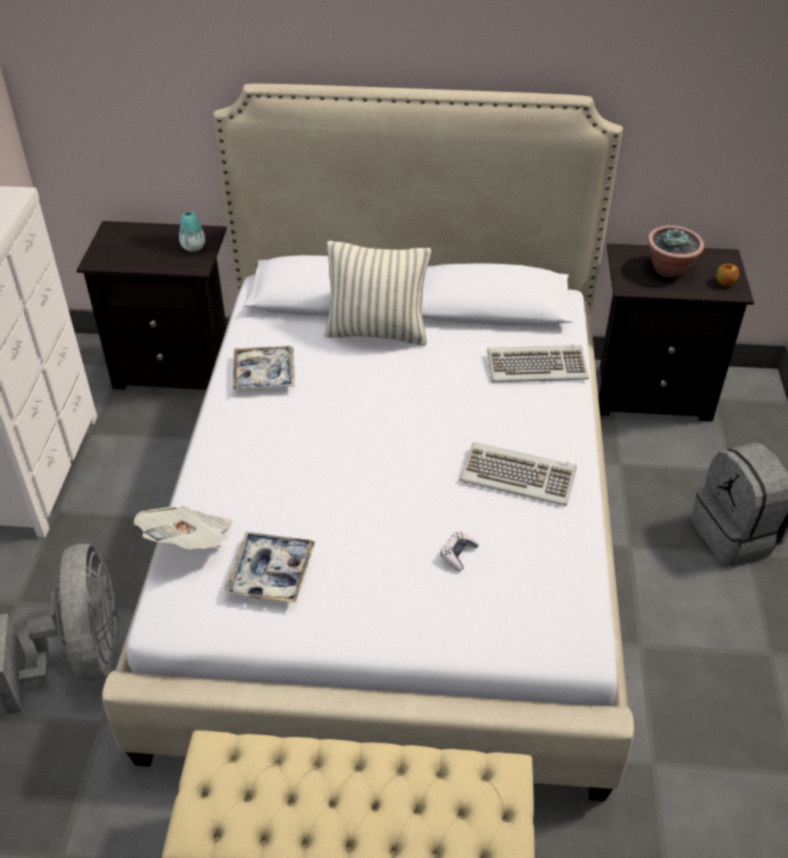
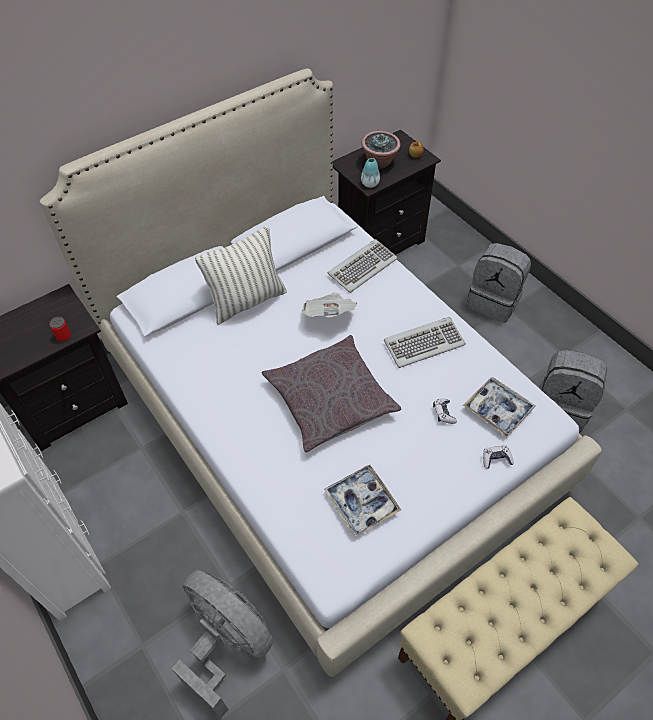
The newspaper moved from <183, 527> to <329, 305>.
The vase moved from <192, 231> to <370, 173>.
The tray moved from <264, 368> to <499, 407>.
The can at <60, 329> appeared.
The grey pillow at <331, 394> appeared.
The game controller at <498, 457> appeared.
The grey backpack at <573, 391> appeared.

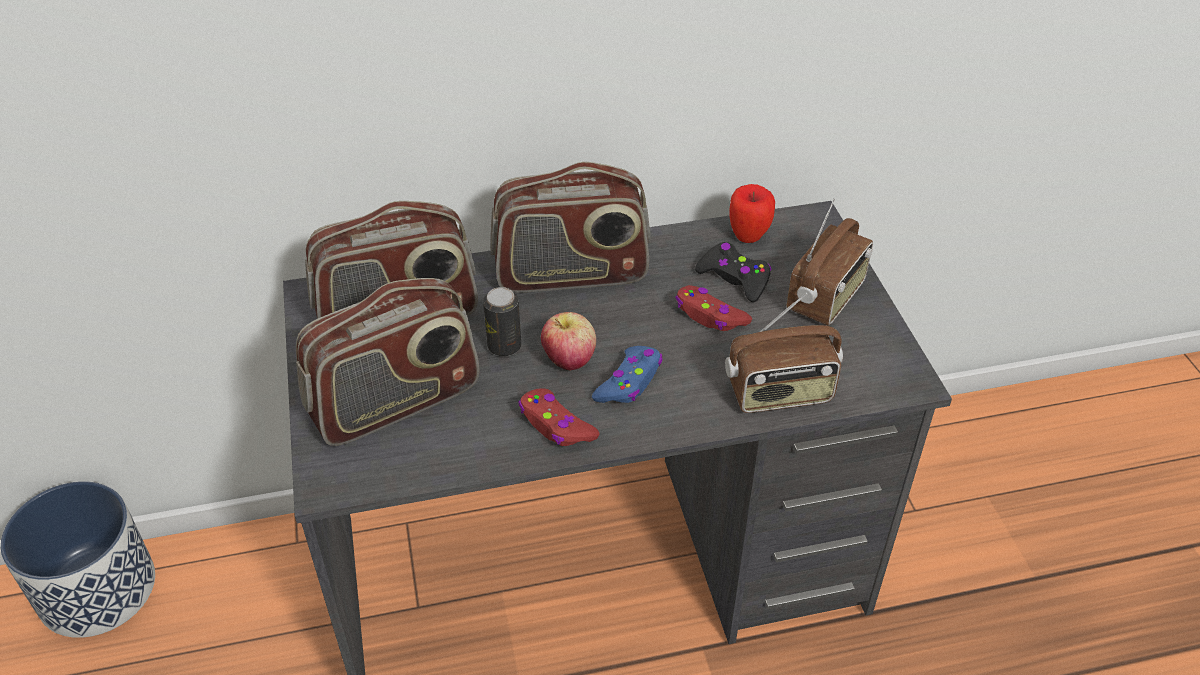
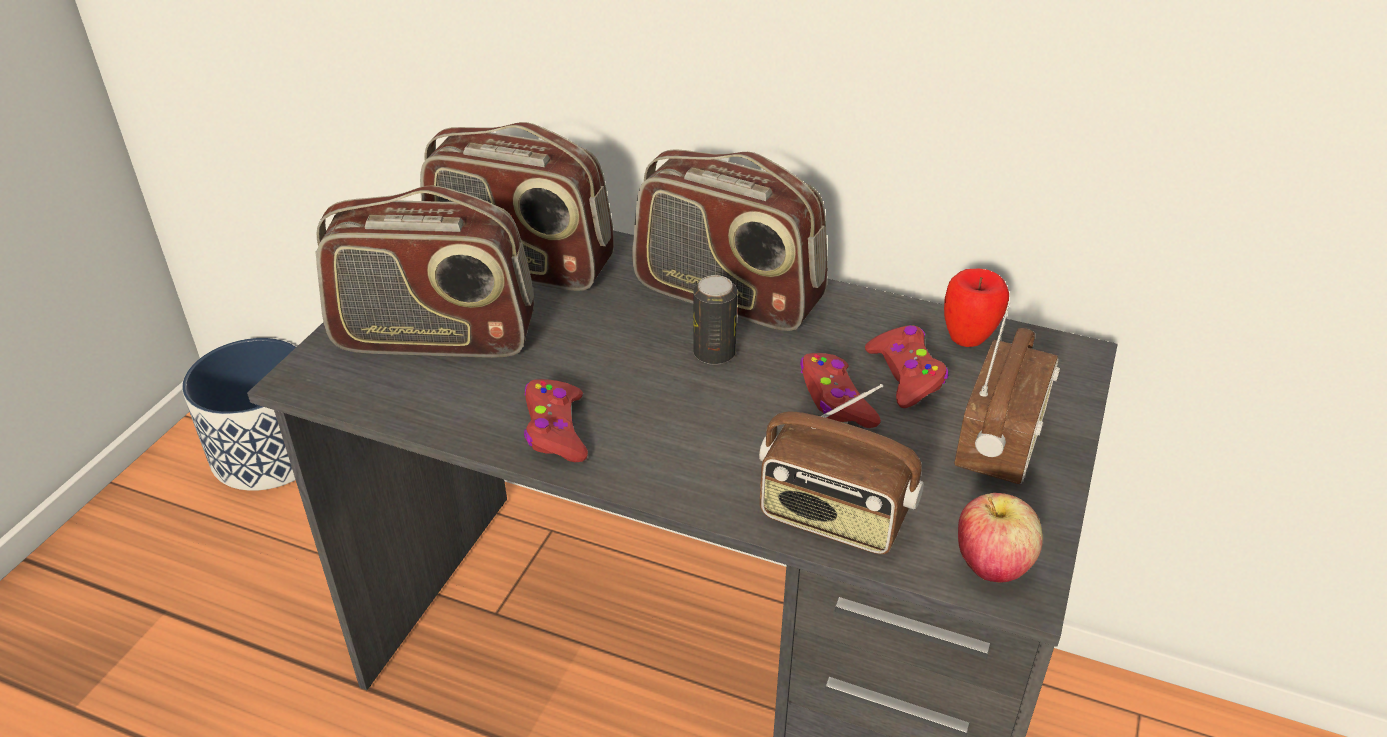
The can moved from <502, 321> to <715, 320>.
The apple moved from <568, 341> to <1000, 538>.
The blue game controller at <627, 374> disappeared.
The black game controller at <733, 272> became the red game controller at <906, 366>.
The radio at <830, 262> turned 45 degrees counterclockwise.

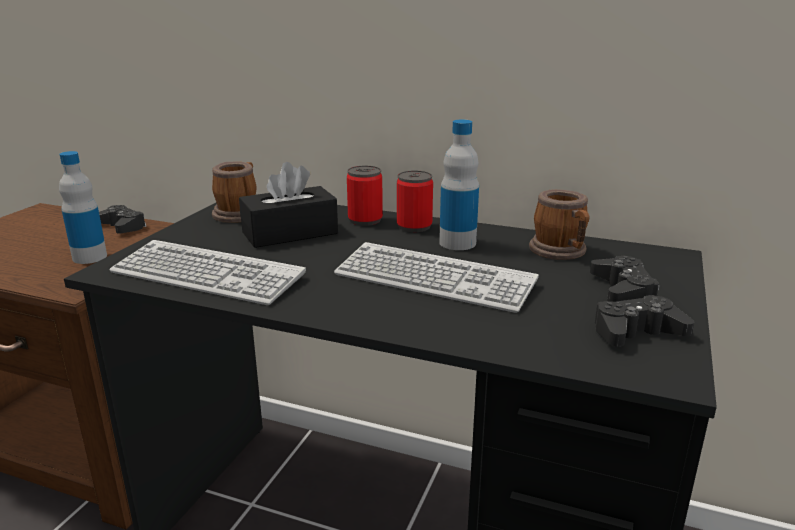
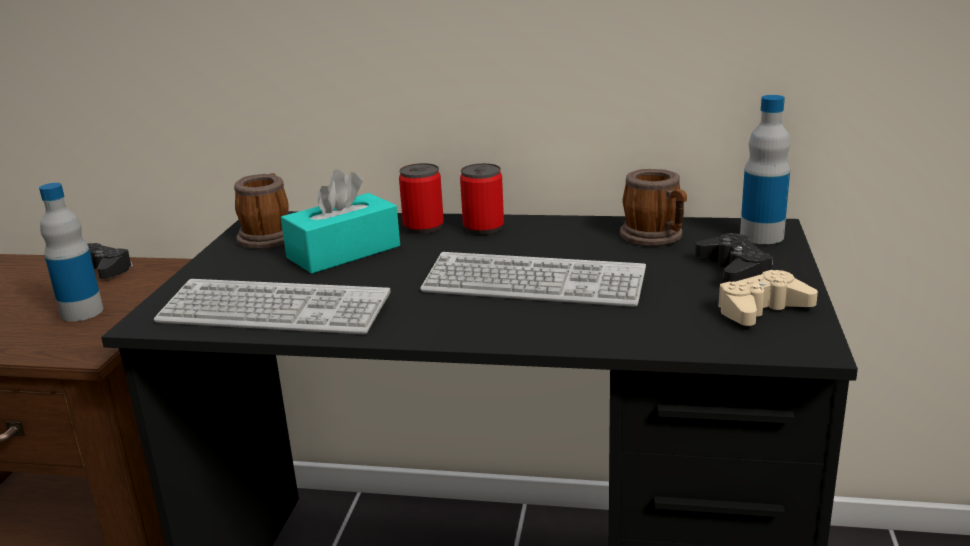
The black tissue box at <288, 205> became the turquoise tissue box at <340, 221>.
The bottle moved from <459, 184> to <765, 169>.
The black game controller at <644, 321> became the beige game controller at <768, 298>.

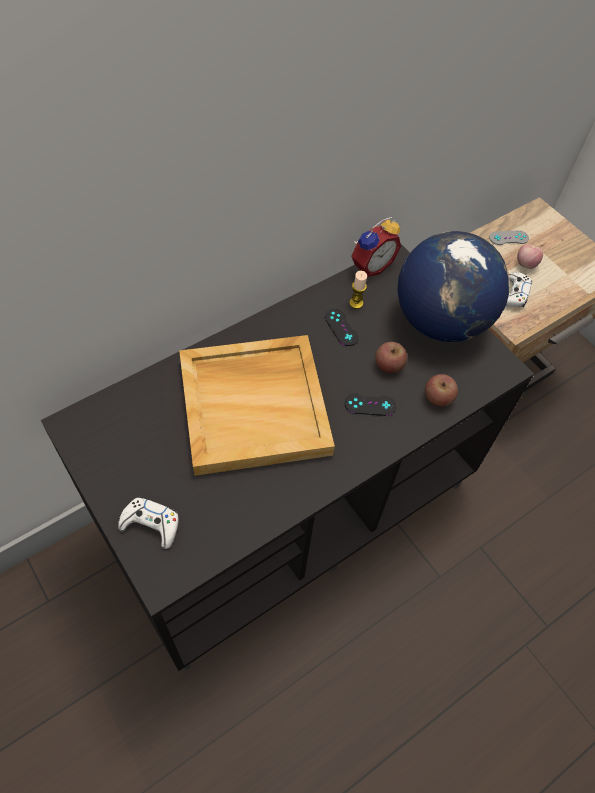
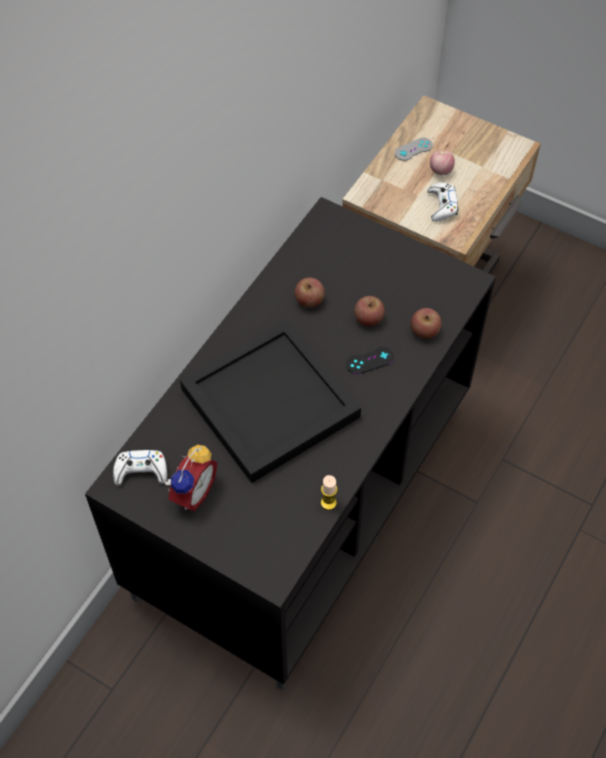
The white game controller moved from <148, 523> to <140, 468>.
The beige tray at <257, 405> became the black tray at <270, 401>.
The black game controller at <342, 327> was replaced by the apple at <310, 293>.
The candle moved from <358, 290> to <329, 492>.
The alarm clock moved from <376, 247> to <191, 478>.
The globe at <453, 286> disappeared.

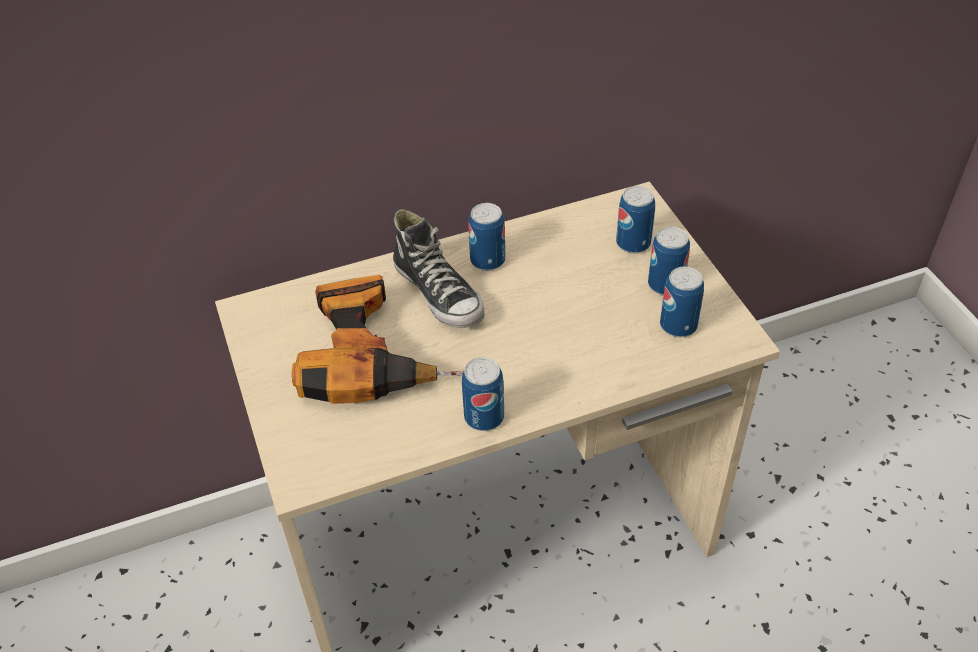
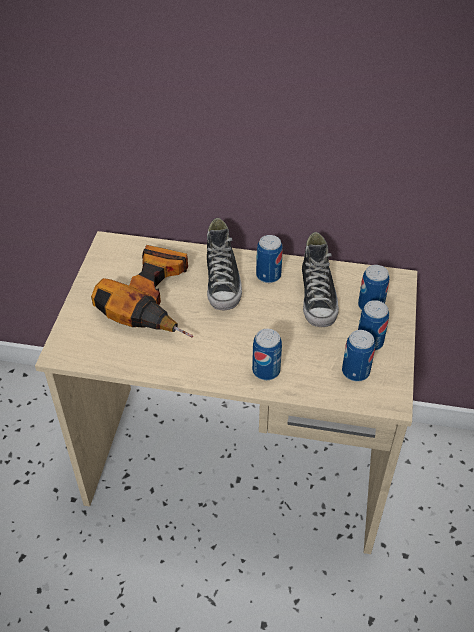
The can moved from <483, 394> to <267, 354>.
The shoe at <320, 279> appeared.

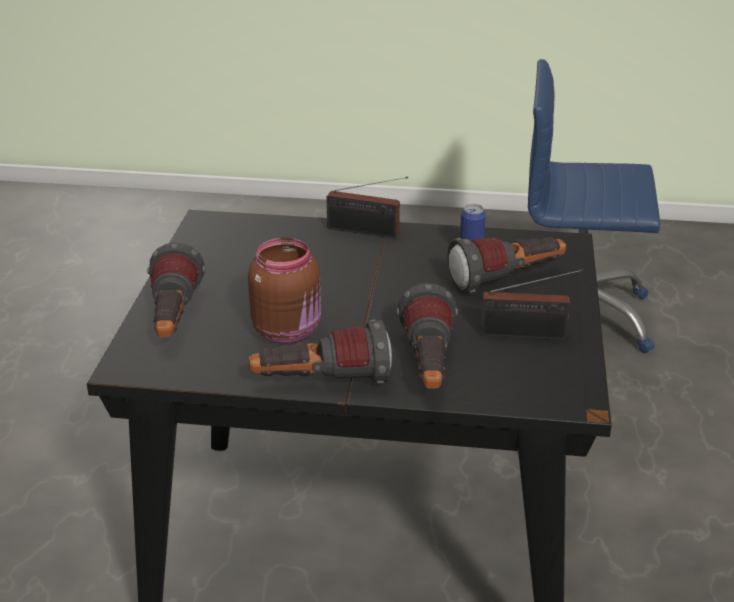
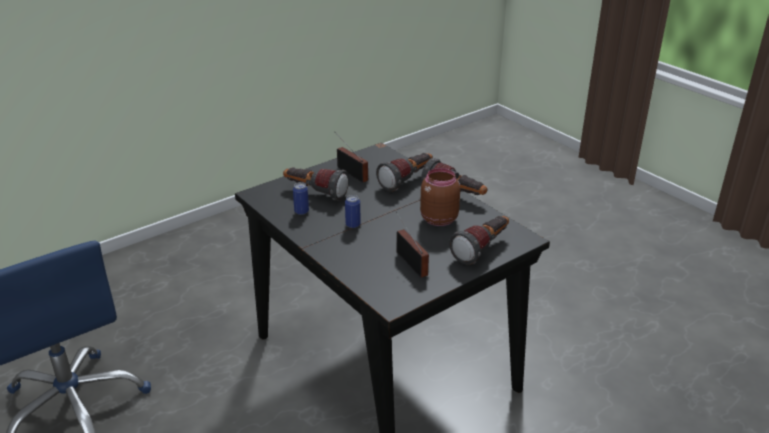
The radio moved from <367, 208> to <412, 244>.
The can at <353, 211> appeared.

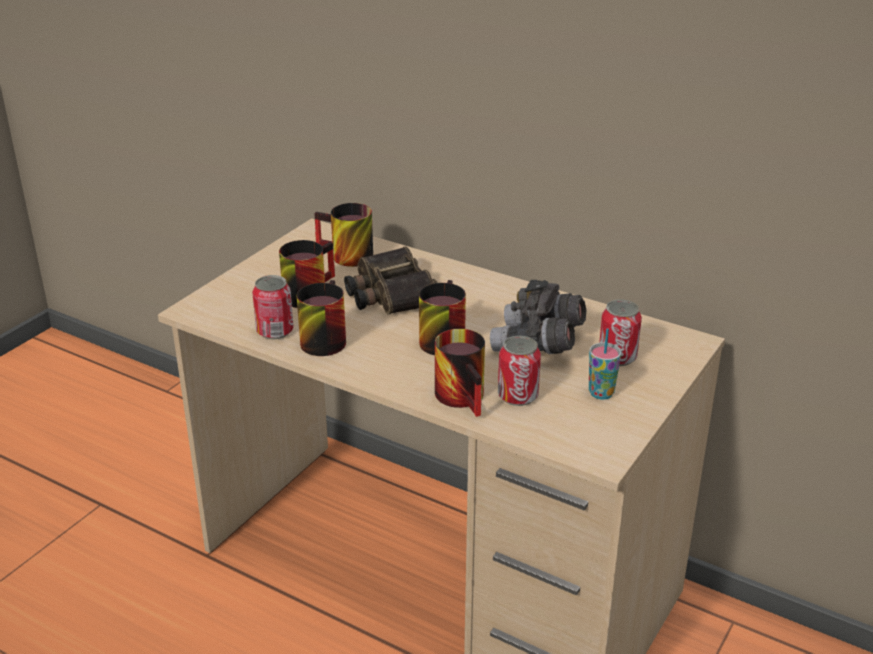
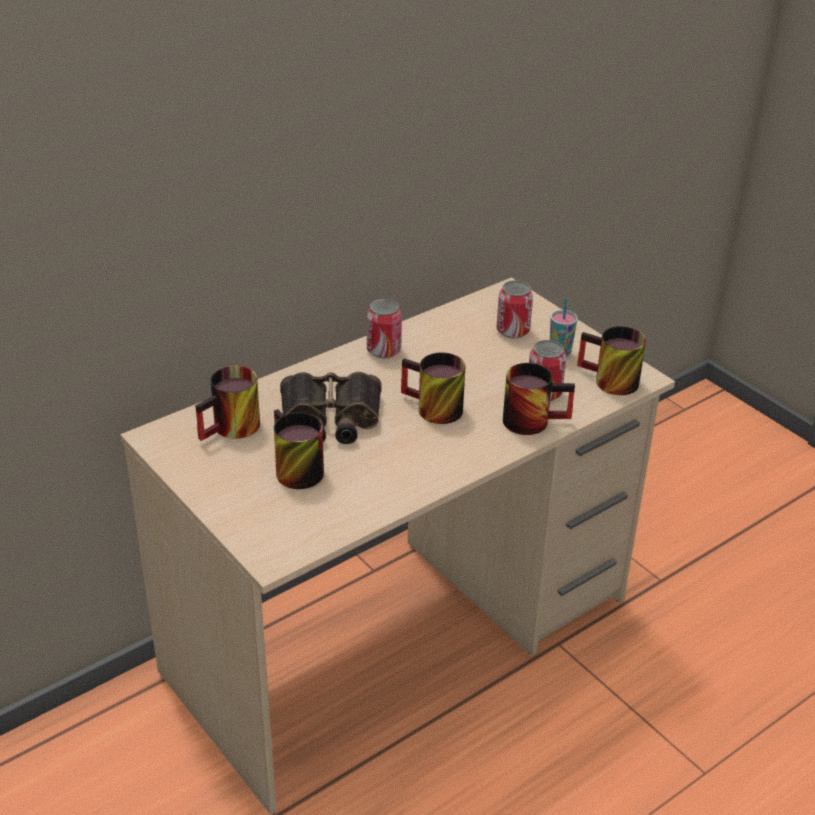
The can moved from <273, 307> to <384, 328>.
The mug moved from <321, 318> to <611, 360>.
The grey binoculars at <538, 317> disappeared.

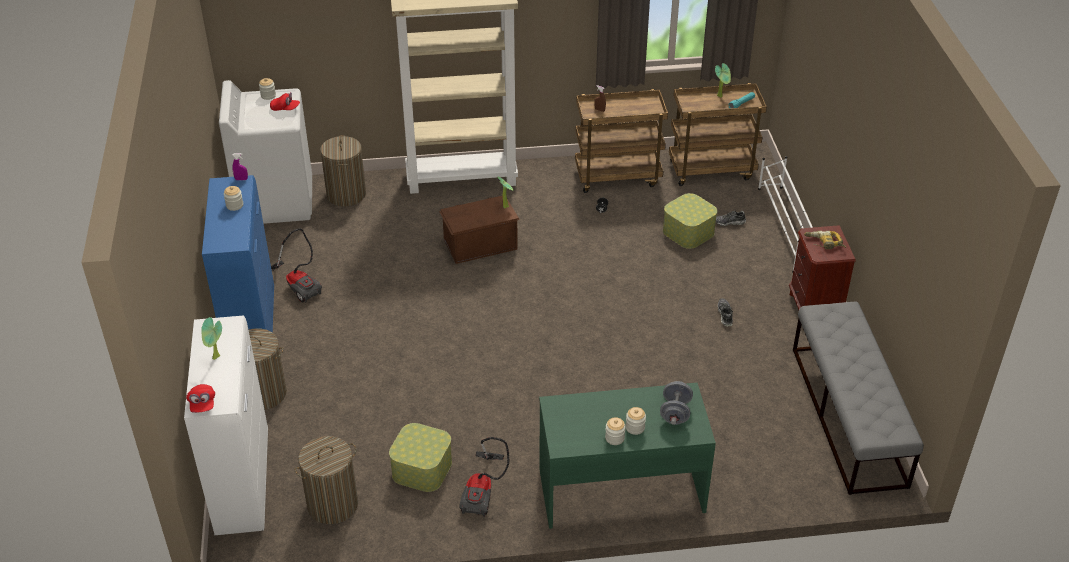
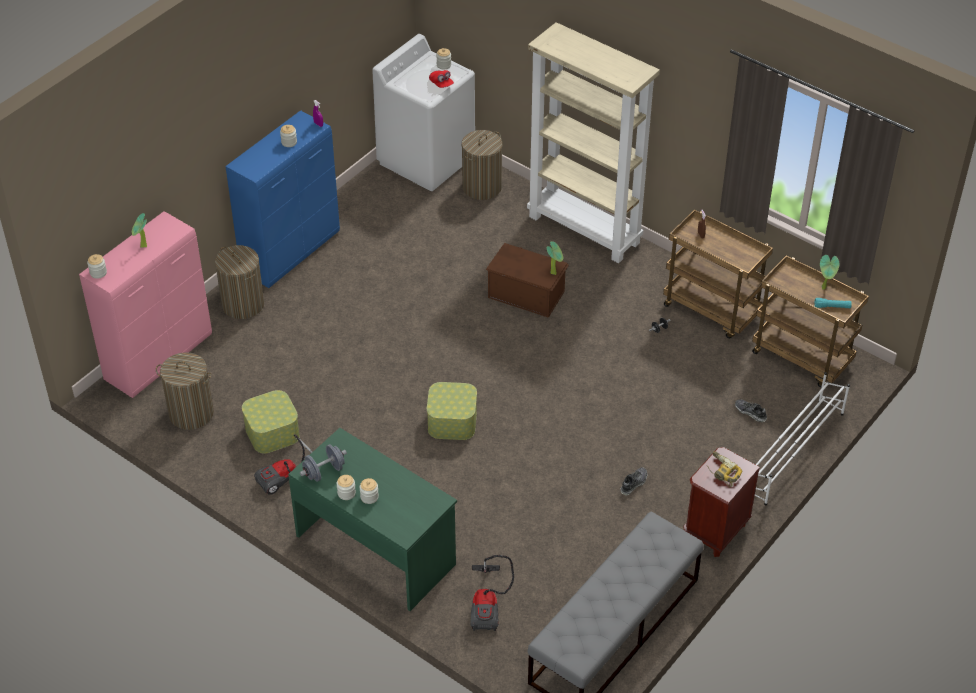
The white cabinet at <226, 425> became the pink cabinet at <145, 304>.
The red cap at <200, 398> was replaced by the jar at <97, 266>.
The vacuum cleaner moved from <296, 265> to <492, 593>.
The grey dumbbell moved from <676, 403> to <323, 463>.
The storage box moved from <690, 221> to <452, 411>.

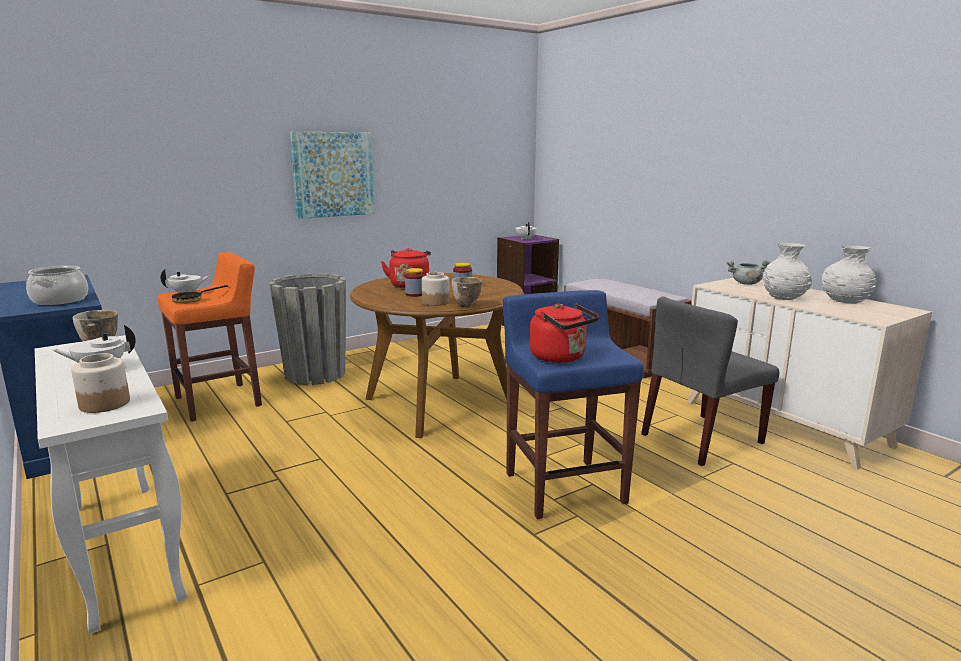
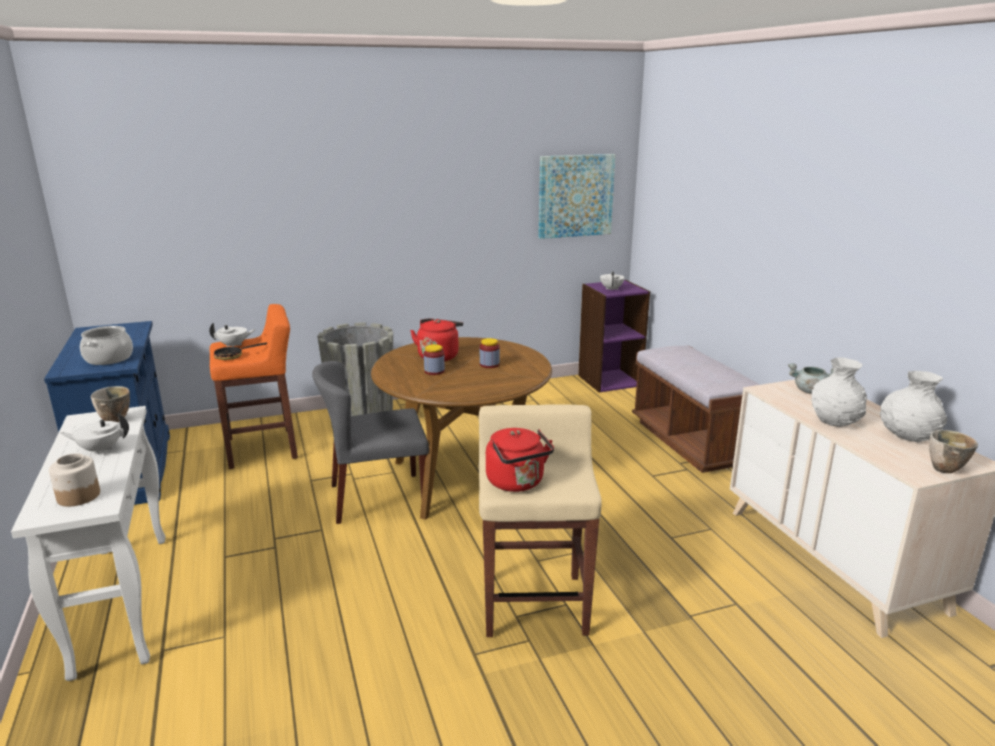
The picture moved from <332, 175> to <576, 196>.
The jar at <435, 289> disappeared.
The bowl moved from <467, 292> to <953, 451>.
The blue stool at <573, 404> became the beige stool at <540, 520>.
The grey chair moved from <710, 381> to <370, 442>.

